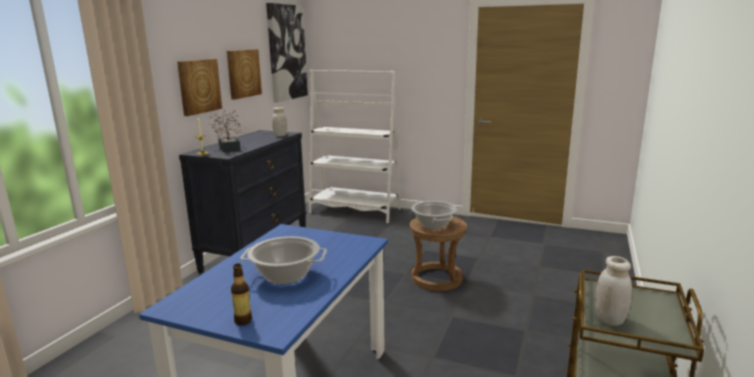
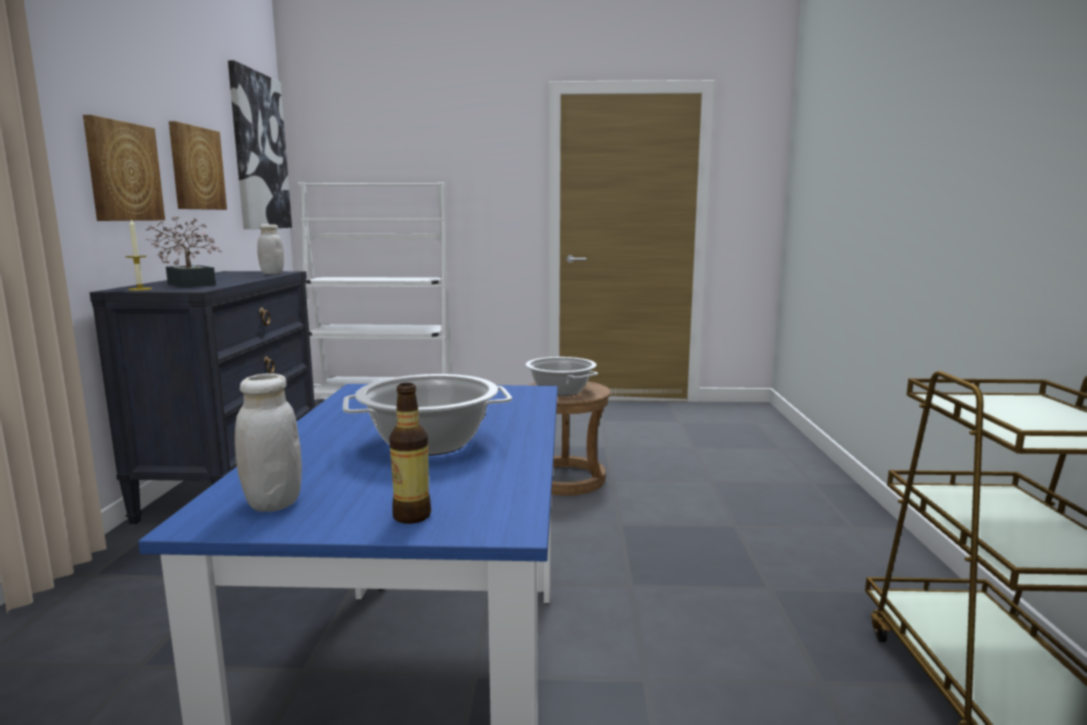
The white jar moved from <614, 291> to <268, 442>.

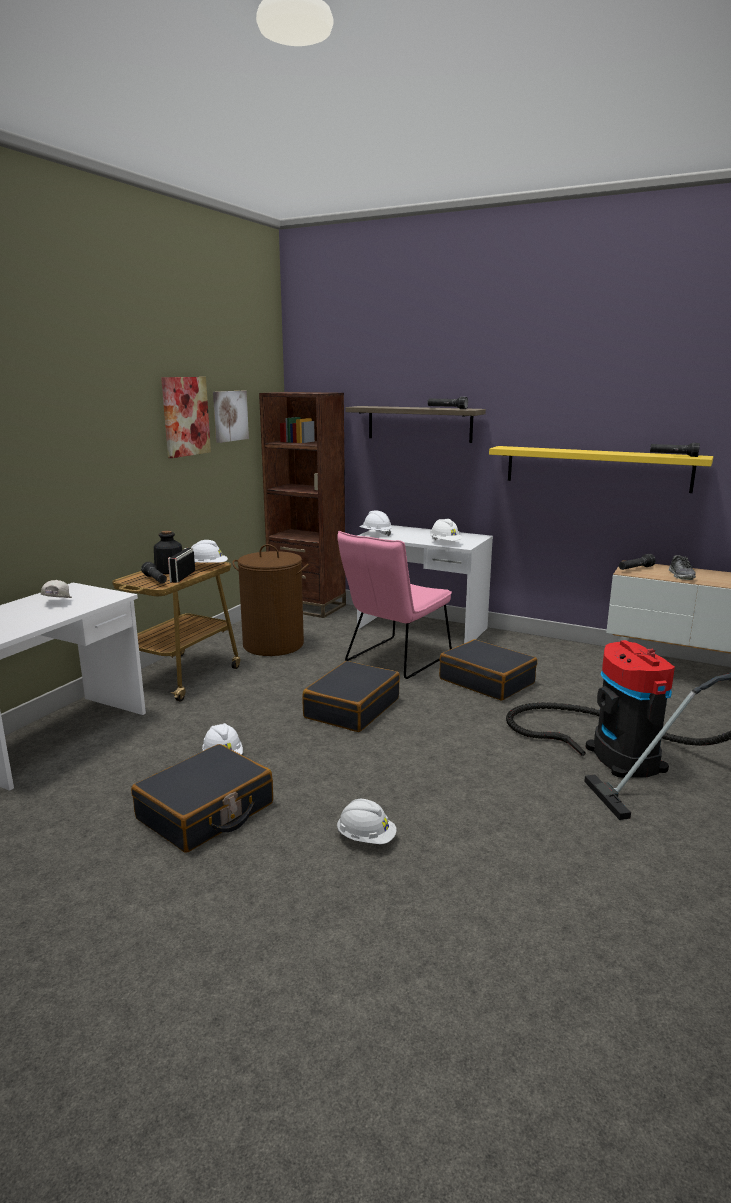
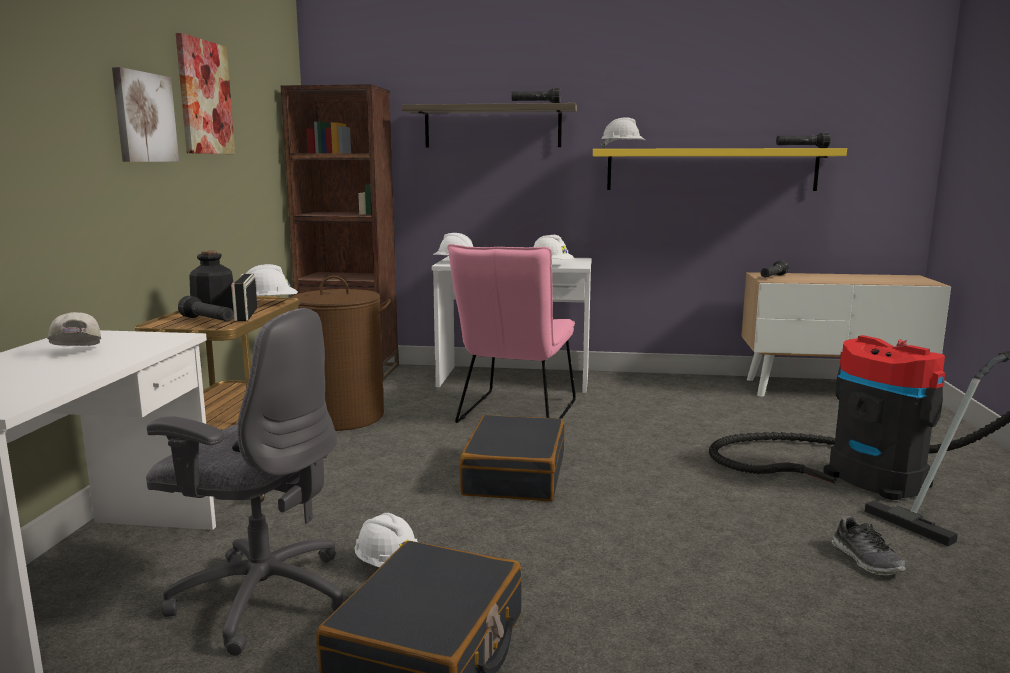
The picture moved from <231, 417> to <145, 114>.
The white hard hat moved from <367, 821> to <623, 133>.
The black suitcase at <488, 669> disappeared.
The shoe moved from <682, 567> to <869, 545>.
The grey office chair at <247, 482> appeared.

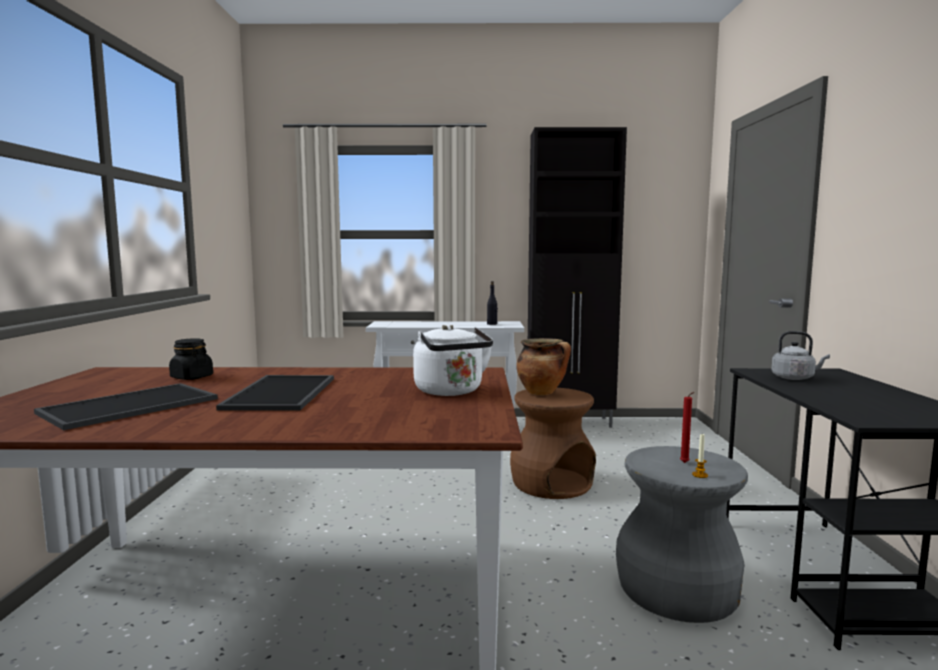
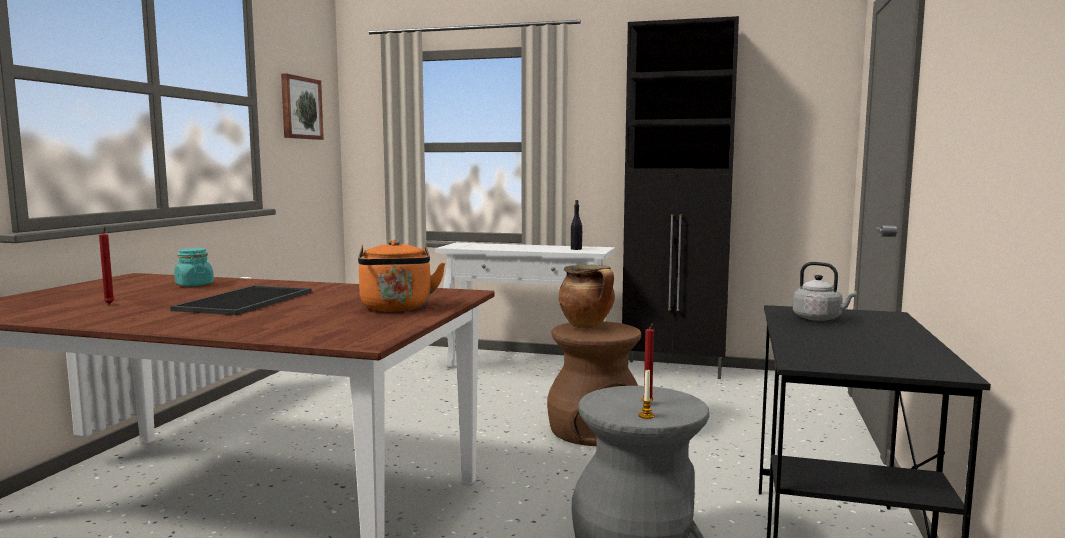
The tray at <126, 406> was replaced by the red candle at <107, 265>.
The black jar at <191, 359> became the turquoise jar at <194, 267>.
The white kettle at <453, 360> became the orange kettle at <402, 276>.
The picture at <302, 106> appeared.

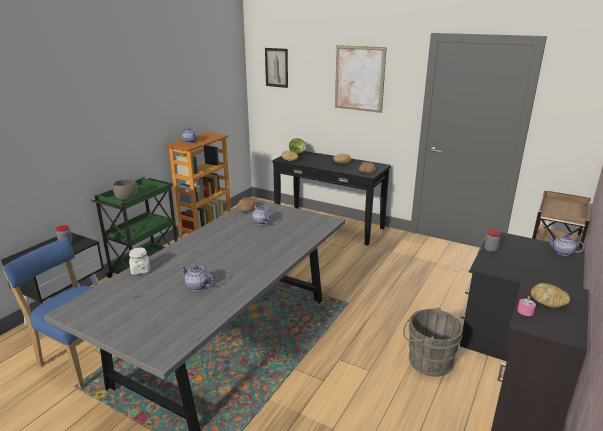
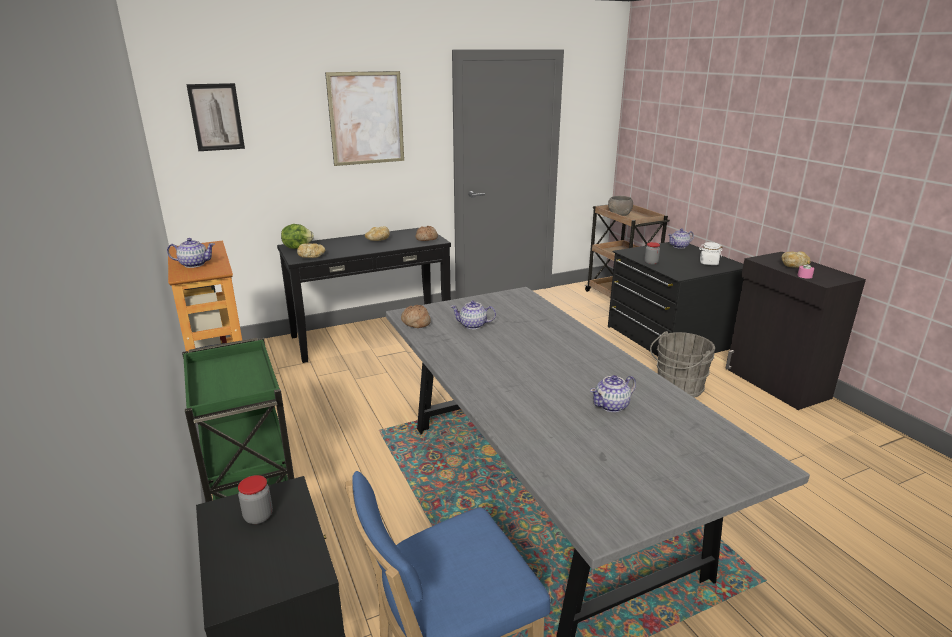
The grey bowl moved from <125, 189> to <620, 206>.
The white jar moved from <139, 261> to <710, 253>.

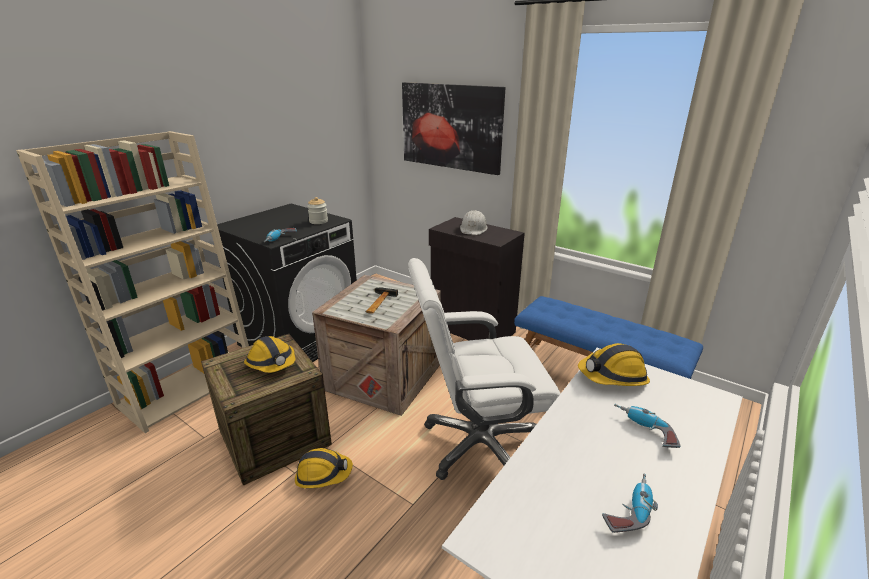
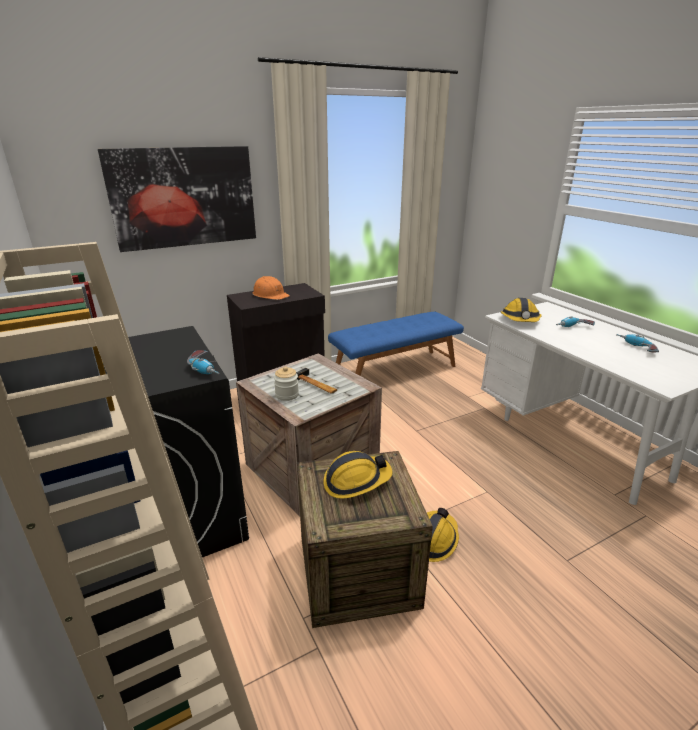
The jar moved from <317, 210> to <286, 384>.
The white office chair at <484, 369> disappeared.
The white hard hat at <474, 222> became the orange hard hat at <271, 288>.

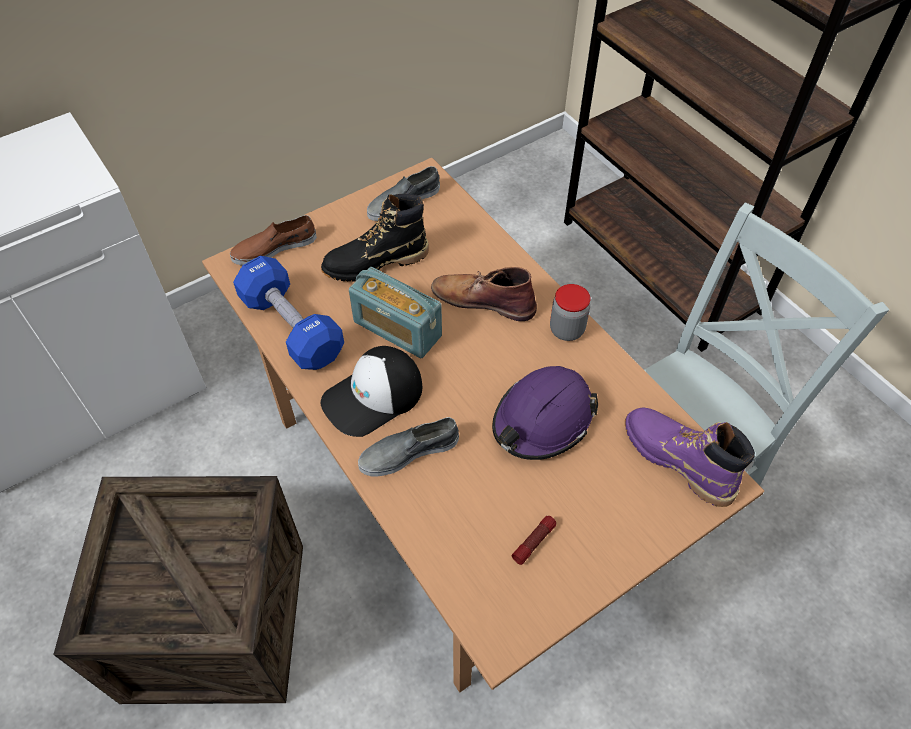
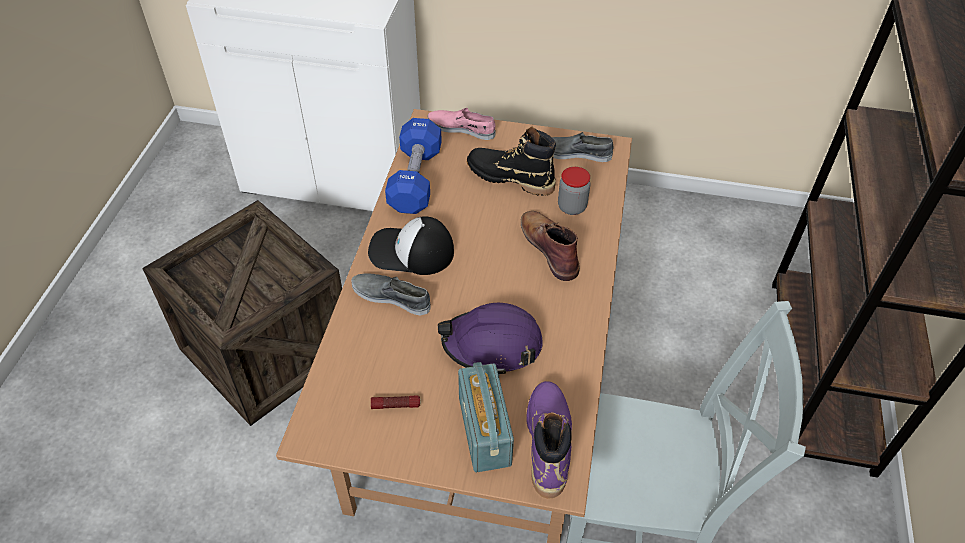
The brown shoe at <273, 240> became the pink shoe at <461, 124>.
The radio moved from <395, 312> to <486, 417>.
The jar moved from <570, 312> to <574, 191>.

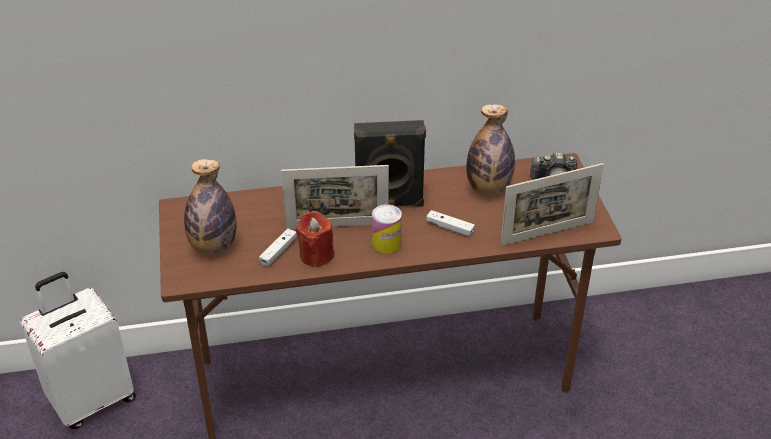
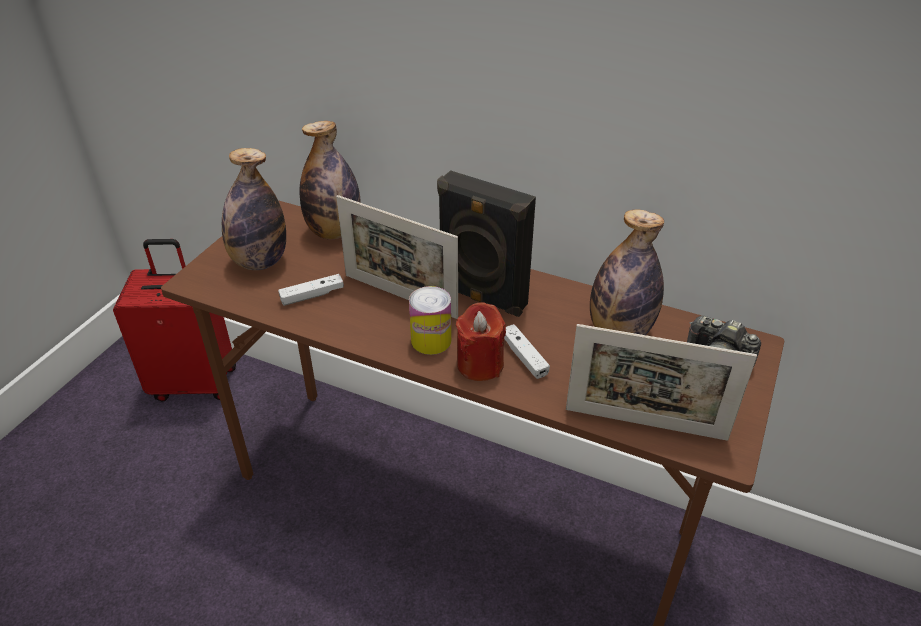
The white suitcase at <78, 350> became the red suitcase at <174, 320>.
The red candle moved from <315, 239> to <481, 341>.
The bottle at <330, 180> appeared.

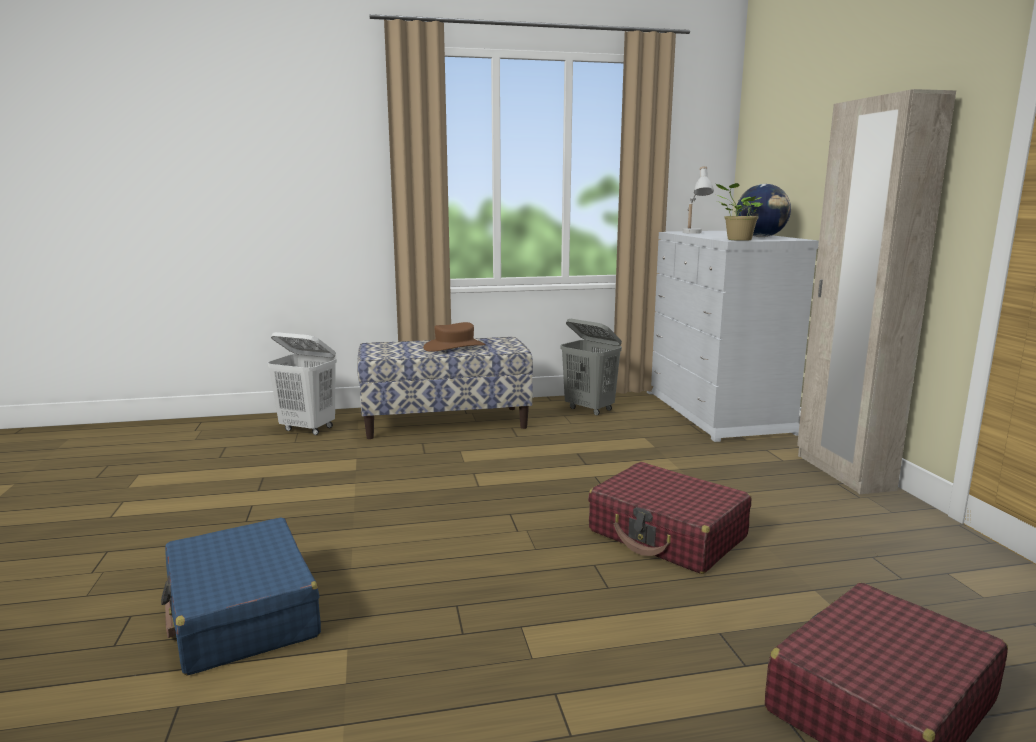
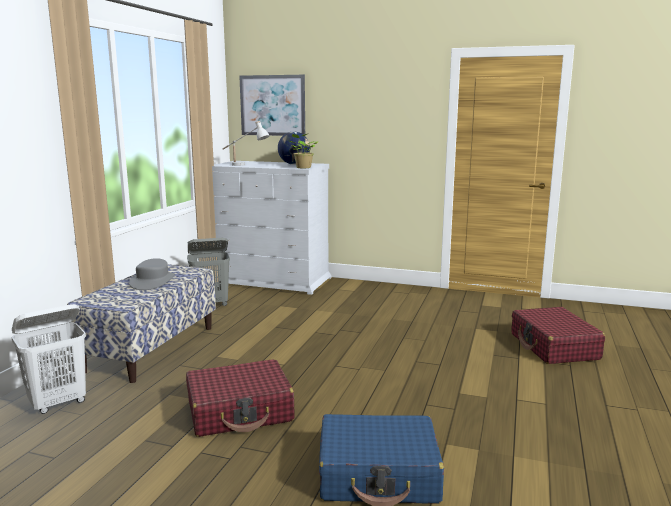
The brown hat at <454, 337> became the grey hat at <152, 274>.
The red suitcase moved from <669, 518> to <240, 398>.
The beige wardrobe at <876, 291> disappeared.
The picture at <272, 105> appeared.

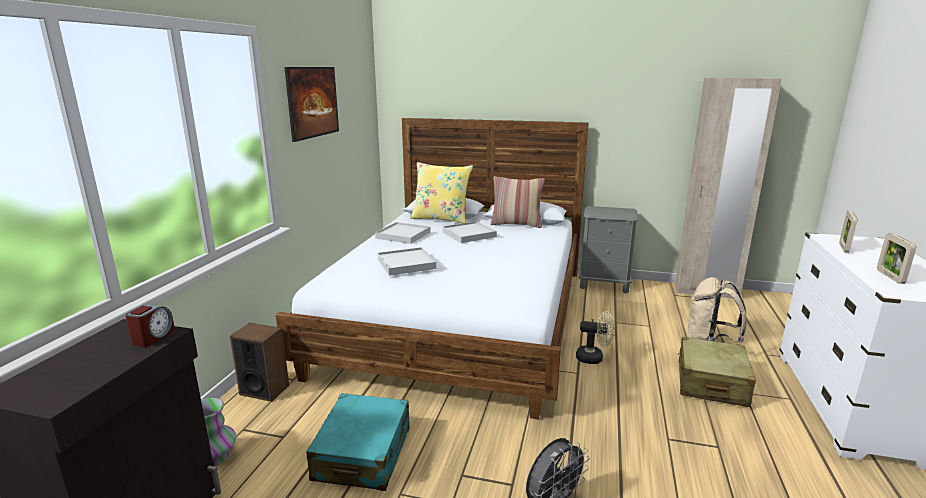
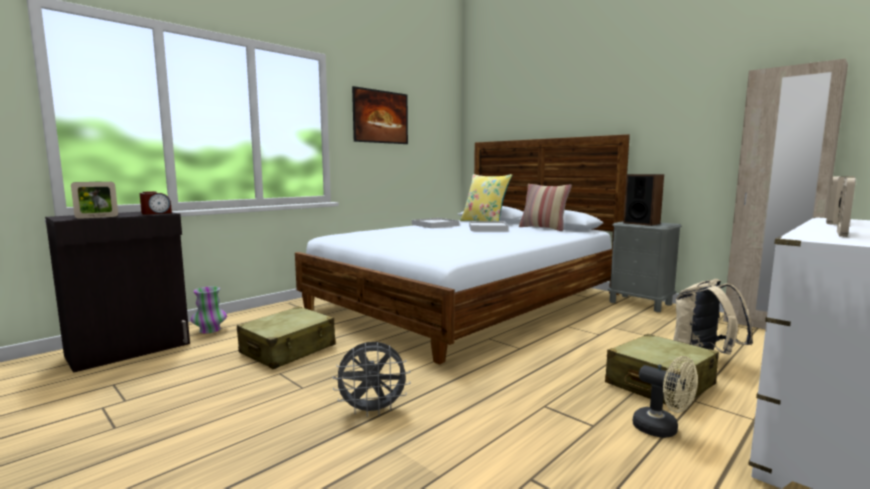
The speaker moved from <259, 362> to <643, 200>.
The turquoise suitcase at <358, 442> became the beige suitcase at <286, 337>.
The white tray at <406, 261> disappeared.
The beige fan moved from <595, 337> to <665, 397>.
The picture frame at <94, 200> appeared.

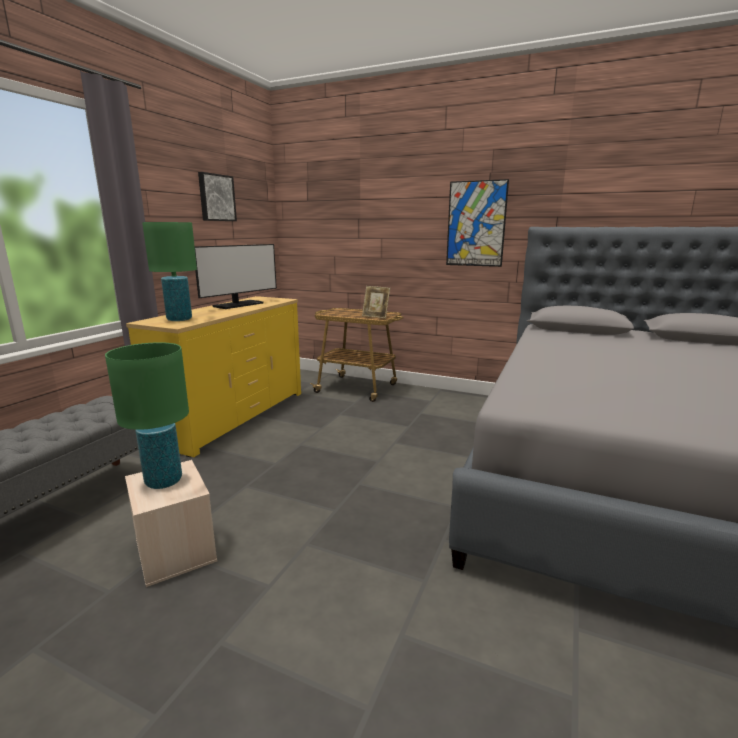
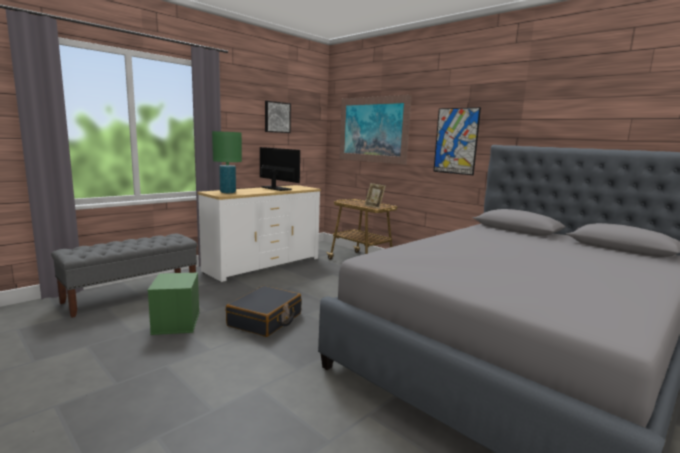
The green table lamp at <147, 415> disappeared.
The beige storage box at <171, 523> became the green storage box at <173, 304>.
The yellow dresser at <213, 376> became the white dresser at <259, 233>.
The monitor at <236, 276> turned 105 degrees counterclockwise.
The black suitcase at <263, 311> appeared.
The picture at <375, 130> appeared.

